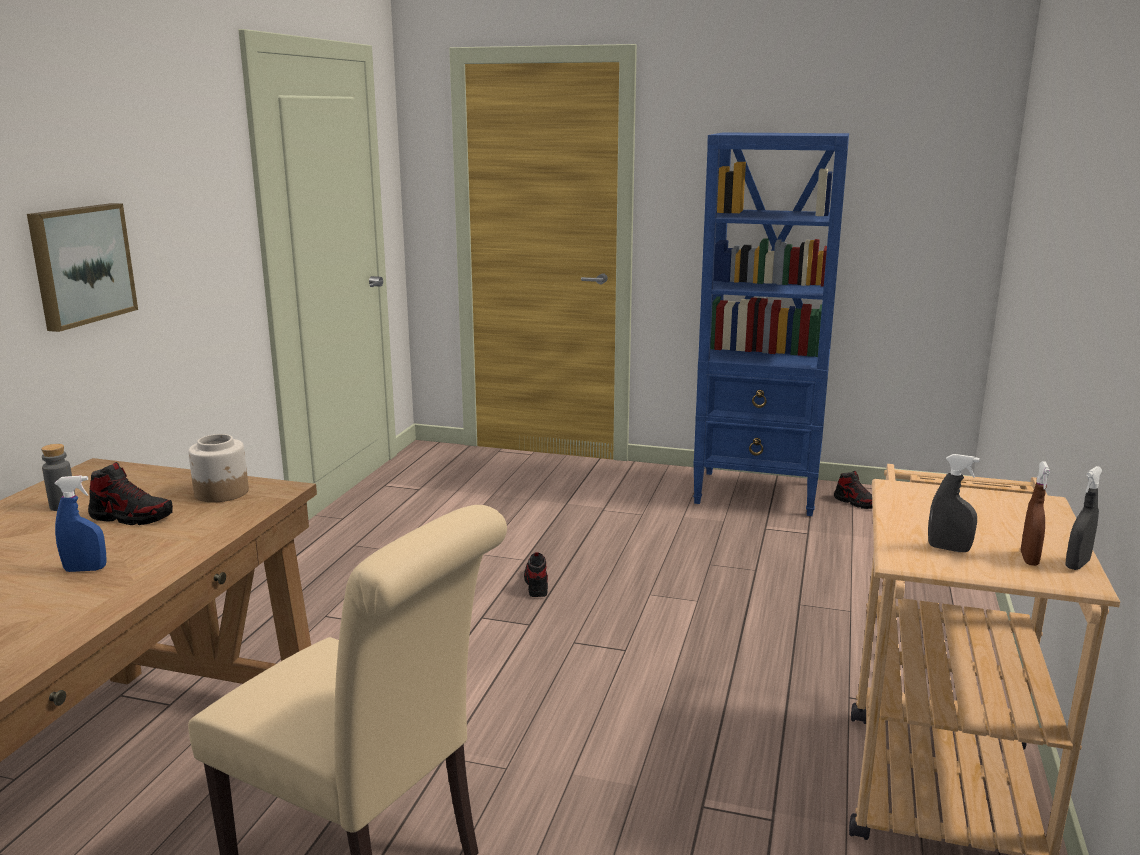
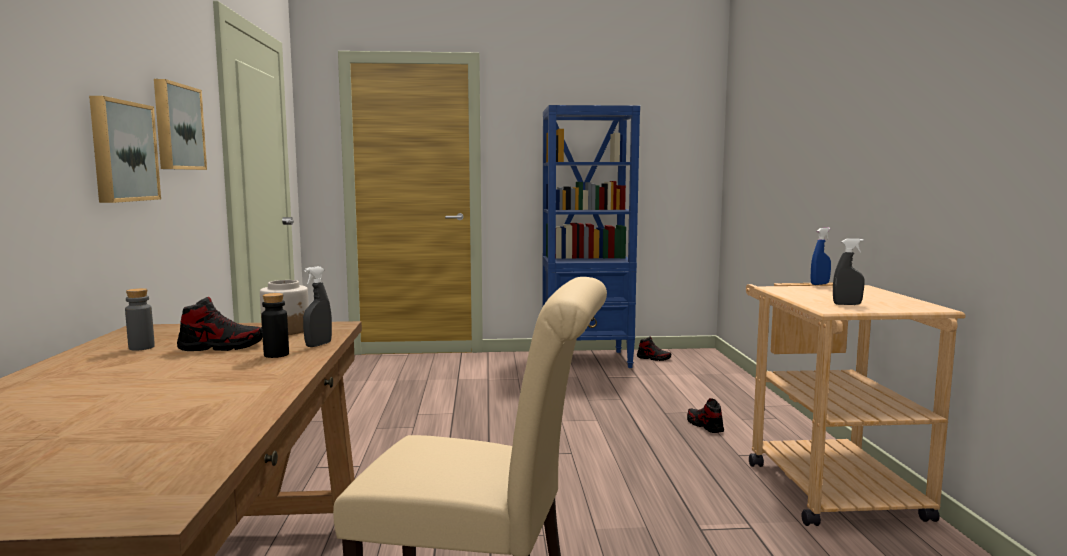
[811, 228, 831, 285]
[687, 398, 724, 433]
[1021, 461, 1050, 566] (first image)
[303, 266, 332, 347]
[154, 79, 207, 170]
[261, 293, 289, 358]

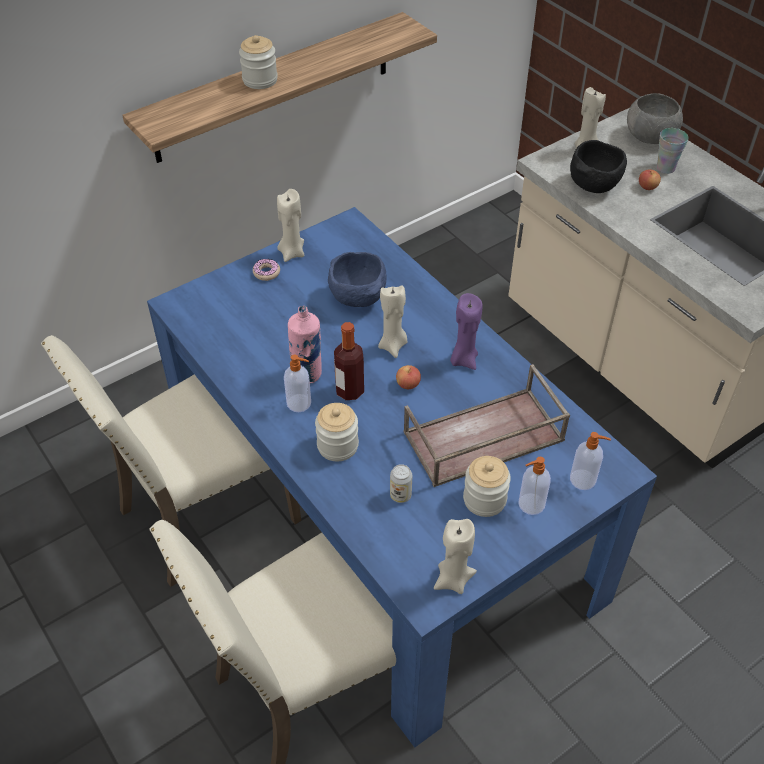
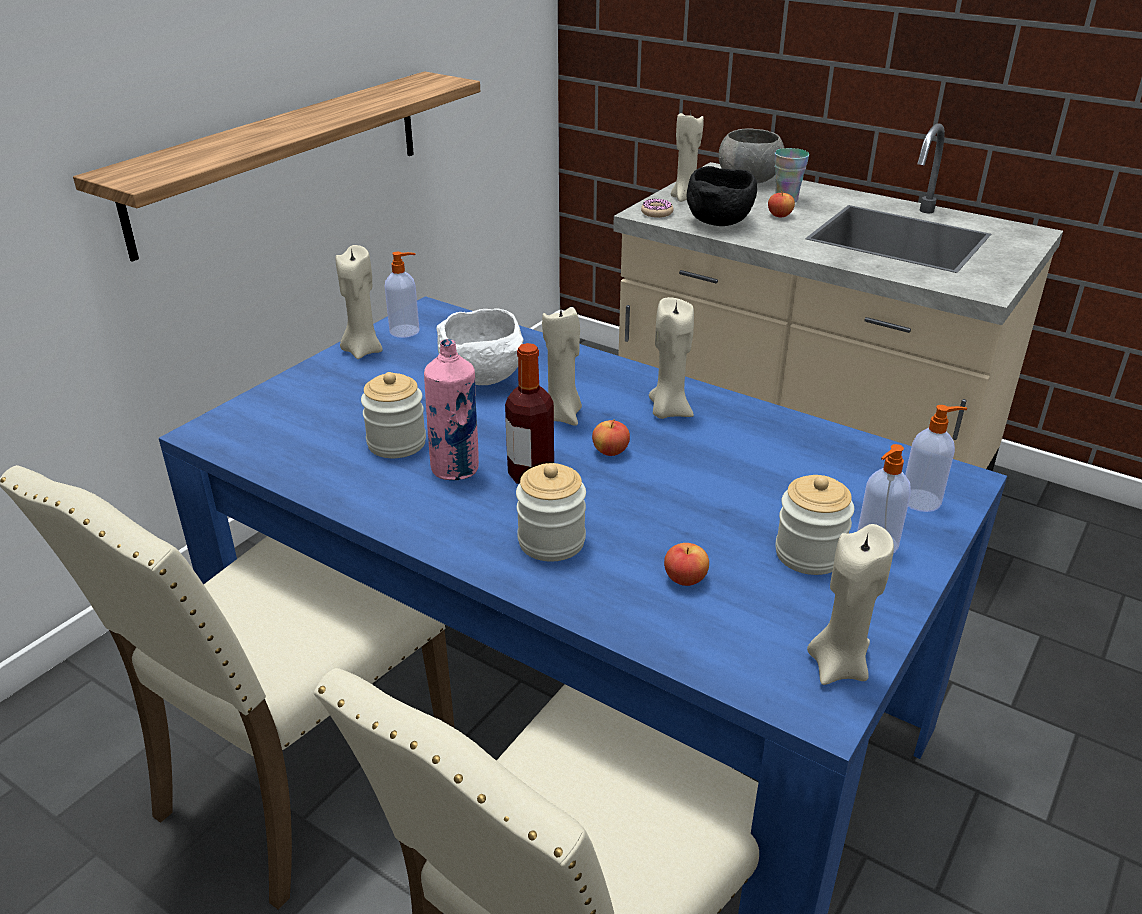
[361, 372, 426, 458]
[641, 198, 674, 218]
[385, 252, 420, 338]
[437, 309, 524, 385]
[664, 543, 709, 586]
[403, 364, 570, 487] (first image)
[649, 297, 694, 419]

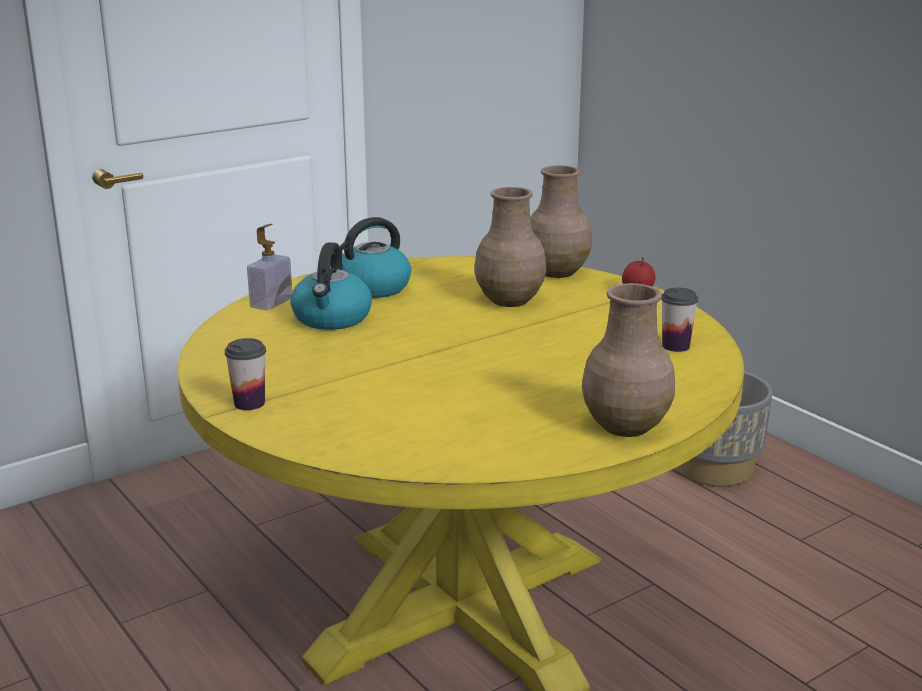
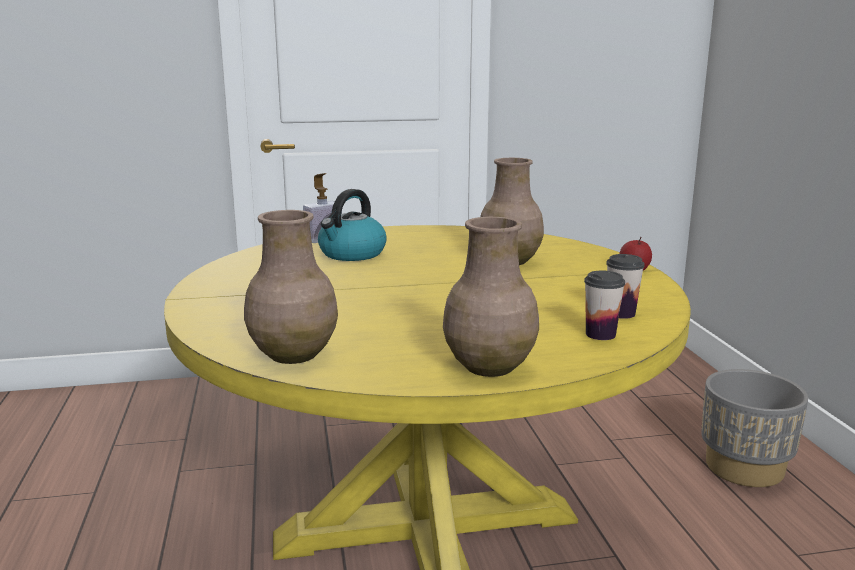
[584, 271, 625, 340]
[339, 217, 411, 298] (first image)
[244, 210, 338, 364]

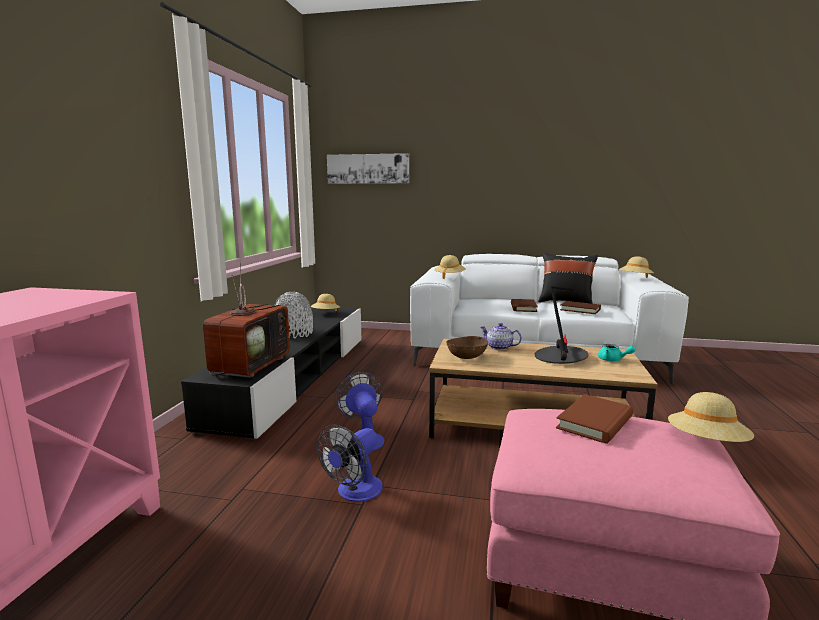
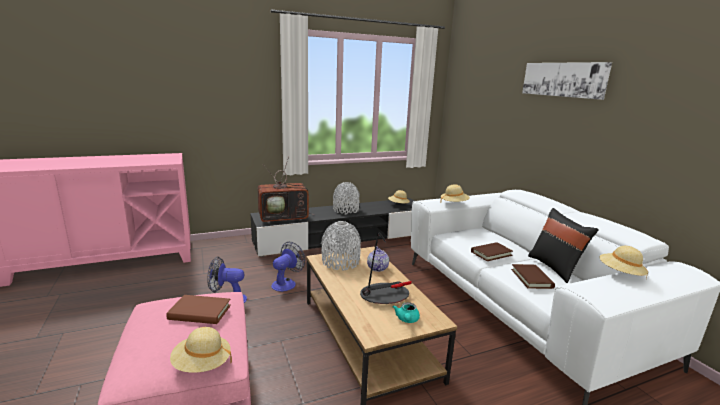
[522, 62, 612, 100]
[321, 221, 361, 271]

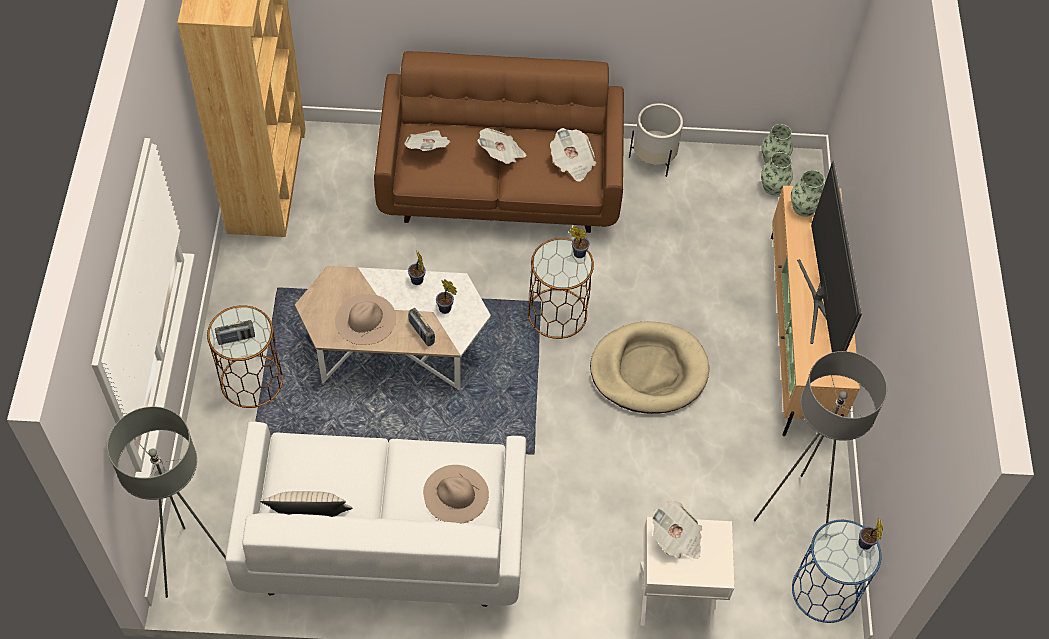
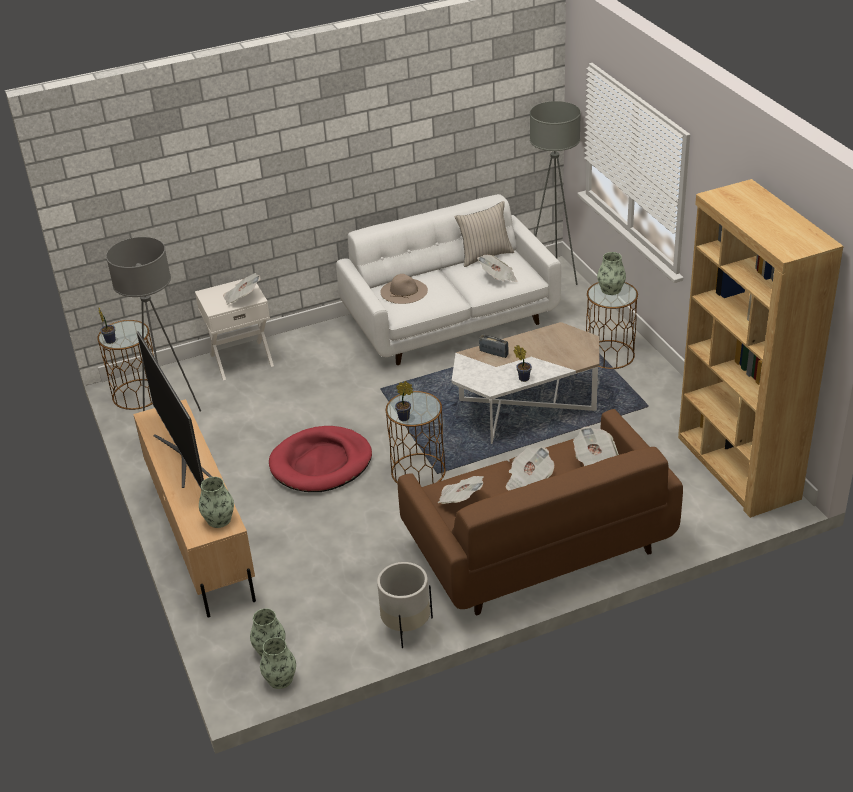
[597, 252, 626, 295]
[335, 294, 396, 345] (first image)
[436, 279, 457, 314] (first image)
[269, 426, 372, 492]
[97, 320, 154, 410]
[477, 255, 517, 282]

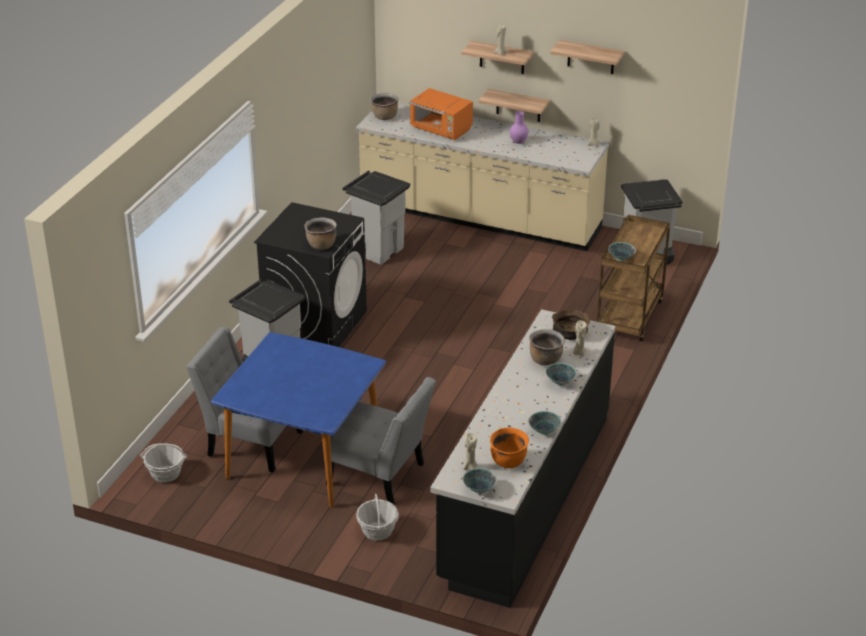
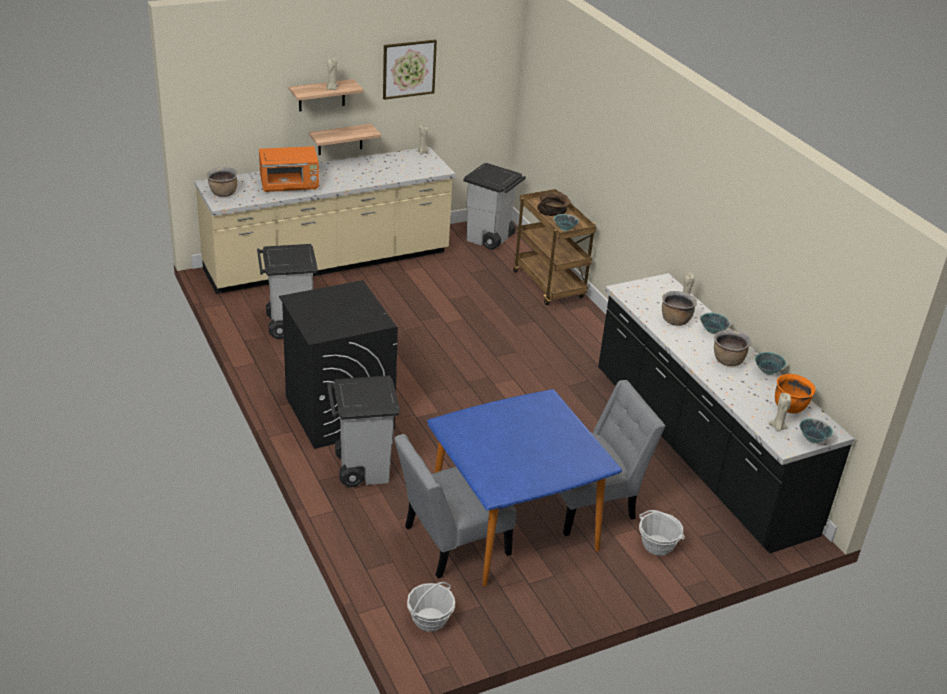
[714, 330, 751, 366]
[510, 111, 528, 144] (first image)
[383, 40, 437, 100]
[537, 192, 571, 216]

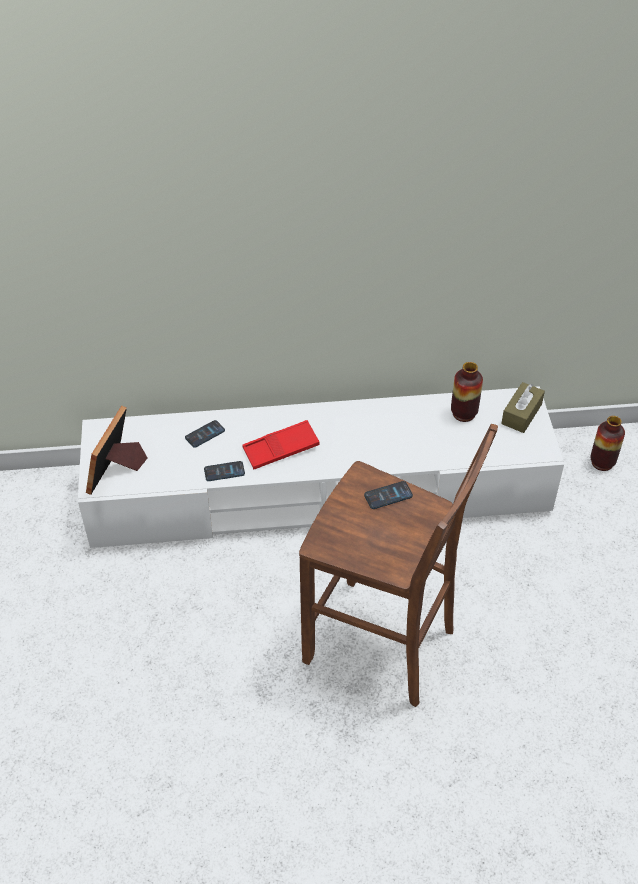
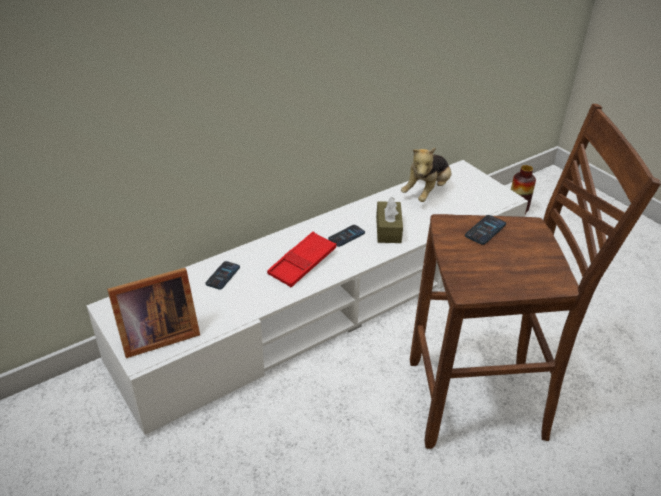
[107, 268, 200, 358]
[328, 225, 365, 247]
[401, 147, 451, 202]
[376, 196, 403, 243]

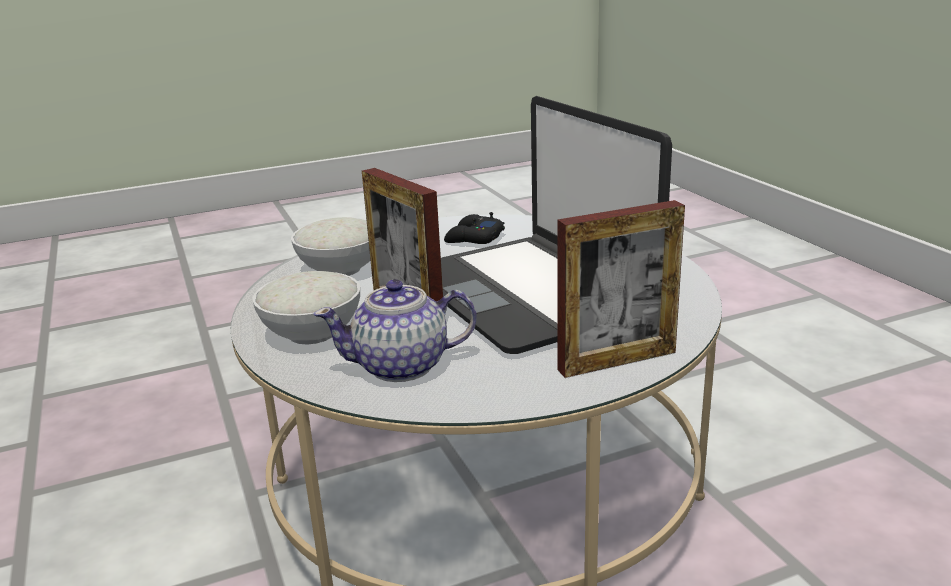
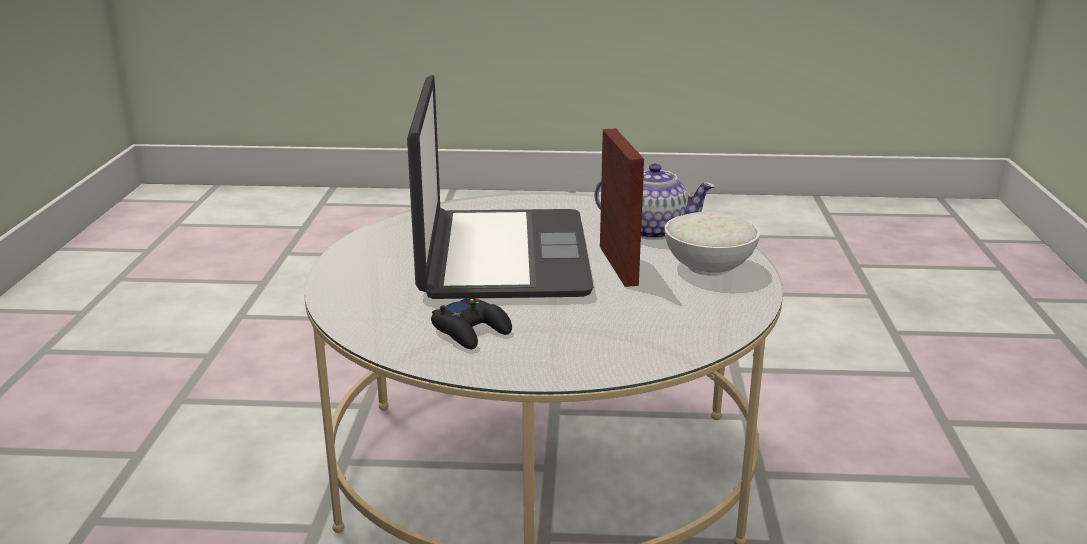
[291, 217, 370, 276] (first image)
[557, 200, 685, 378] (first image)

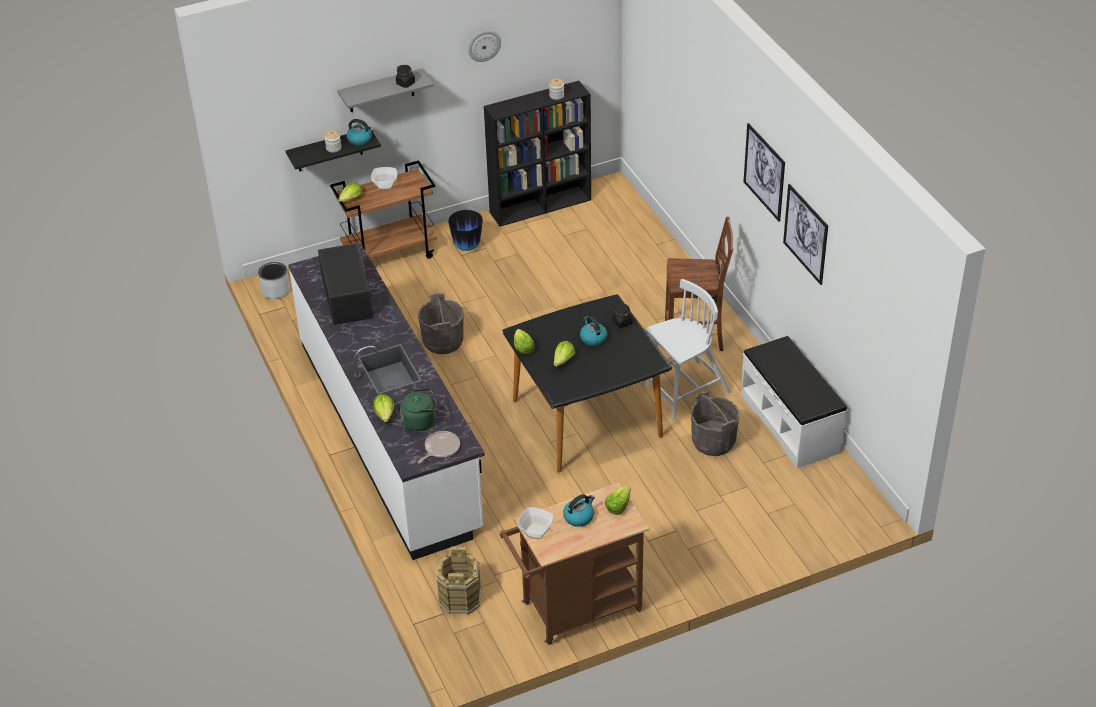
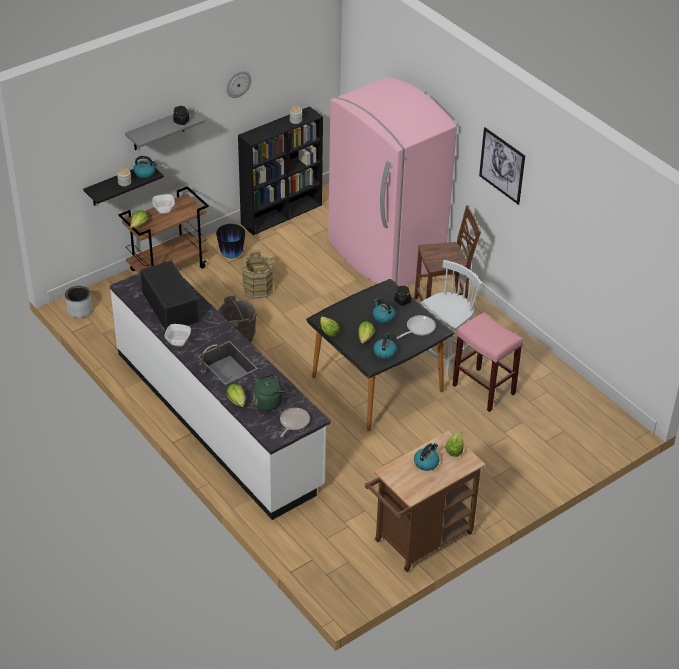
[241, 250, 273, 299]
[165, 324, 191, 347]
[452, 312, 523, 412]
[741, 336, 847, 468] (first image)
[783, 184, 828, 285] (first image)
[328, 77, 457, 286]
[373, 333, 397, 359]
[396, 315, 436, 339]

